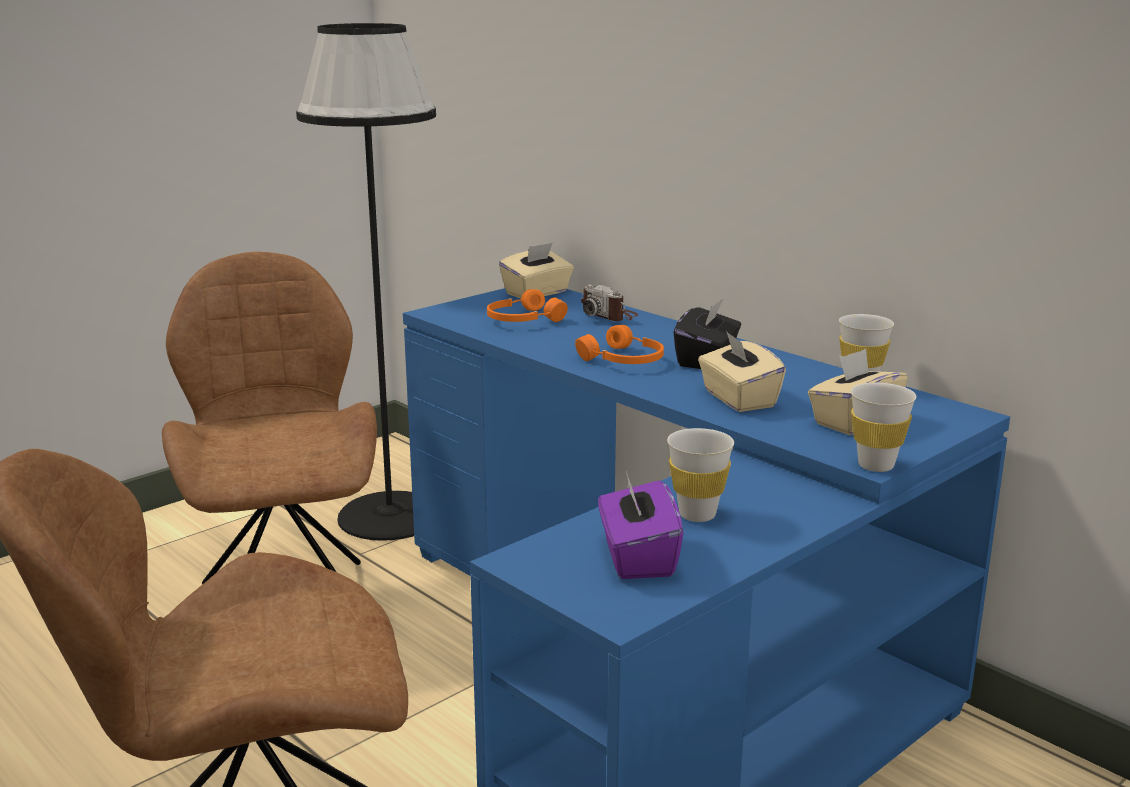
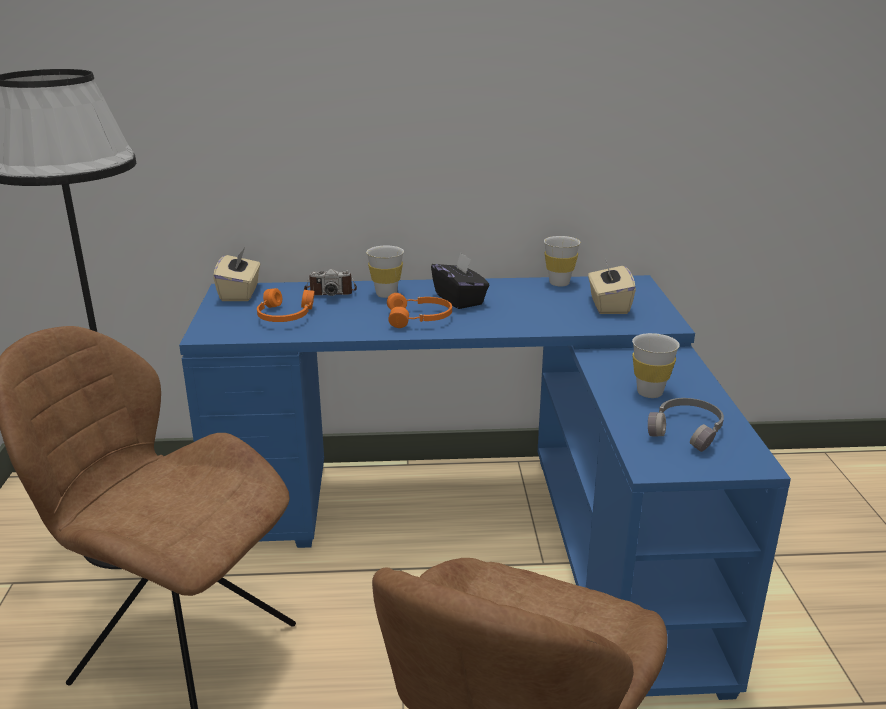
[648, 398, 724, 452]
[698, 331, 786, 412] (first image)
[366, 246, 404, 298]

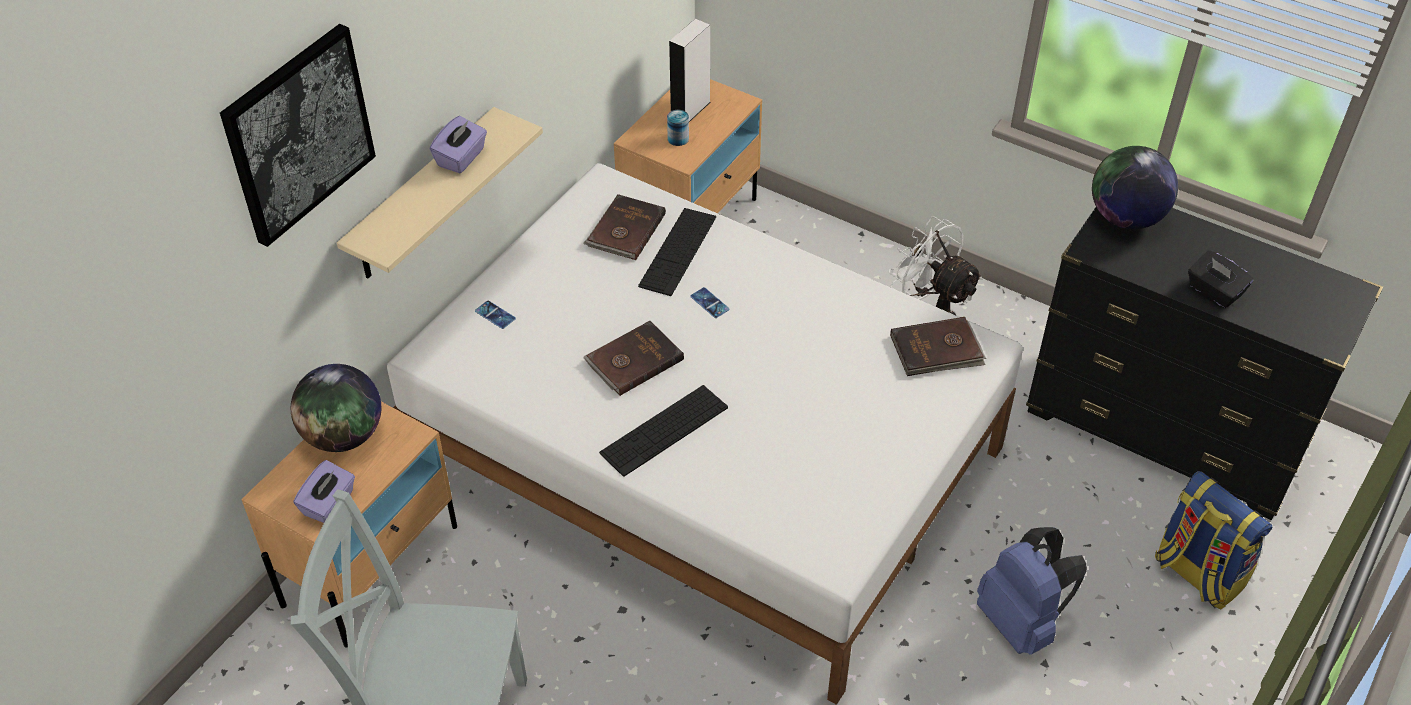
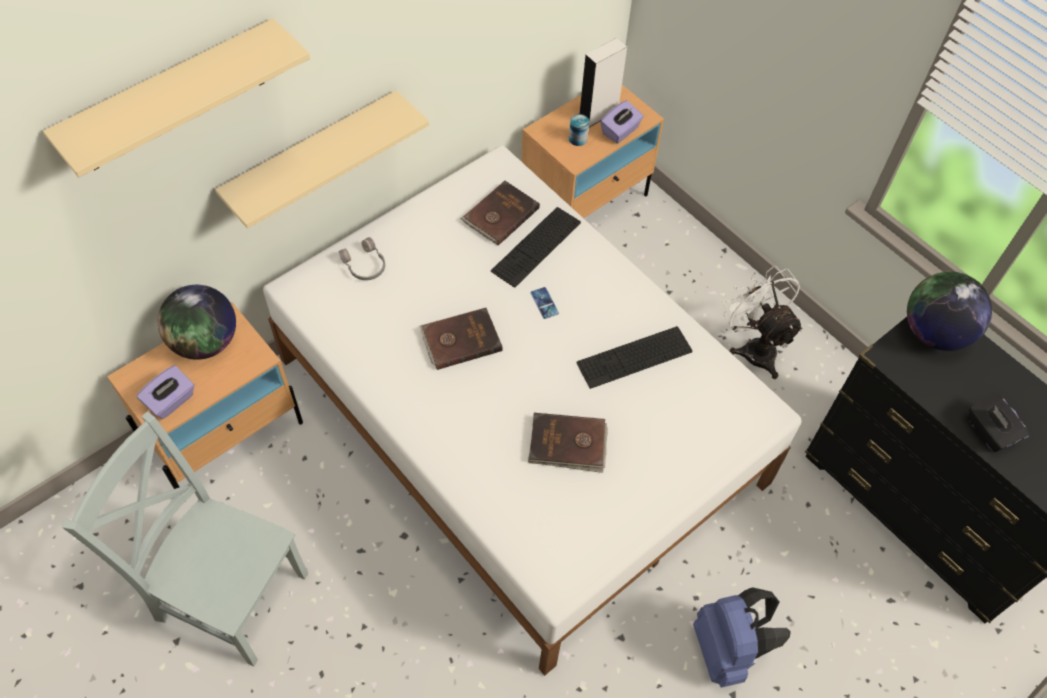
[43, 18, 310, 177]
[600, 100, 644, 143]
[339, 237, 385, 280]
[576, 326, 693, 389]
[528, 413, 608, 473]
[1155, 471, 1272, 609] (first image)

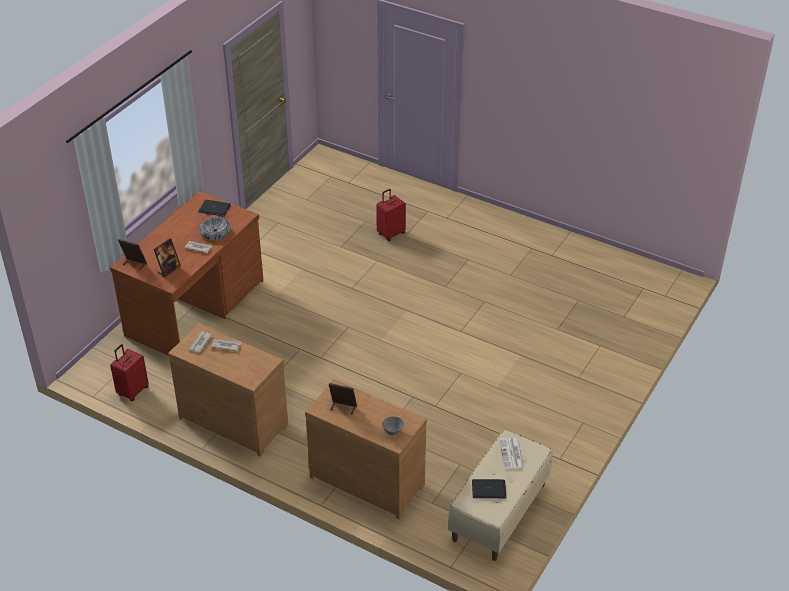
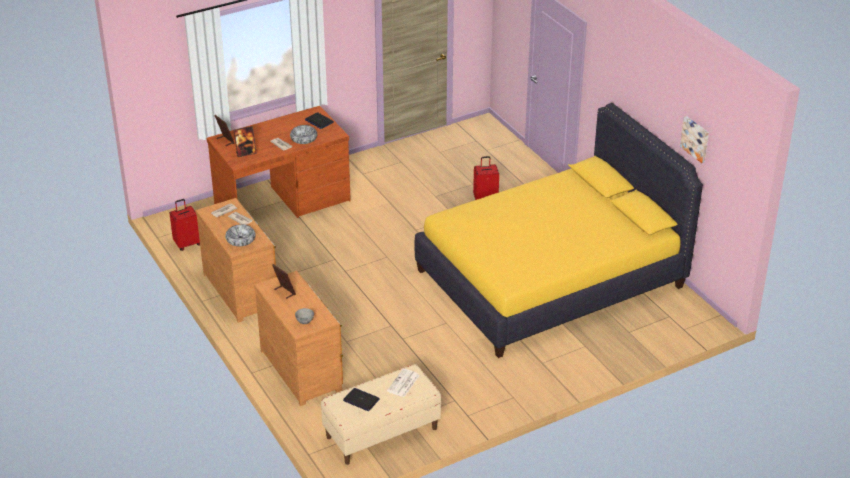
[225, 224, 256, 246]
[415, 103, 703, 358]
[680, 116, 709, 163]

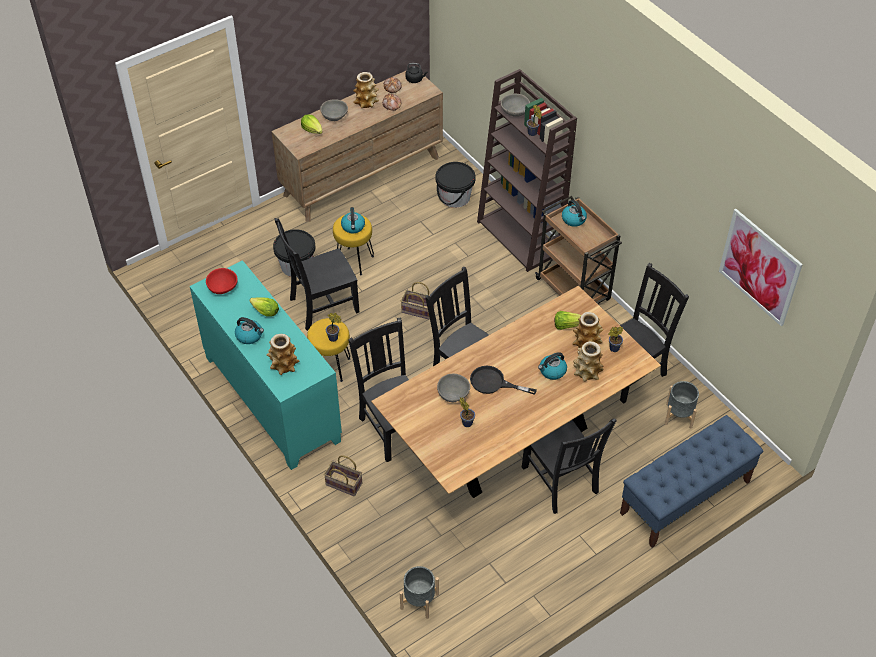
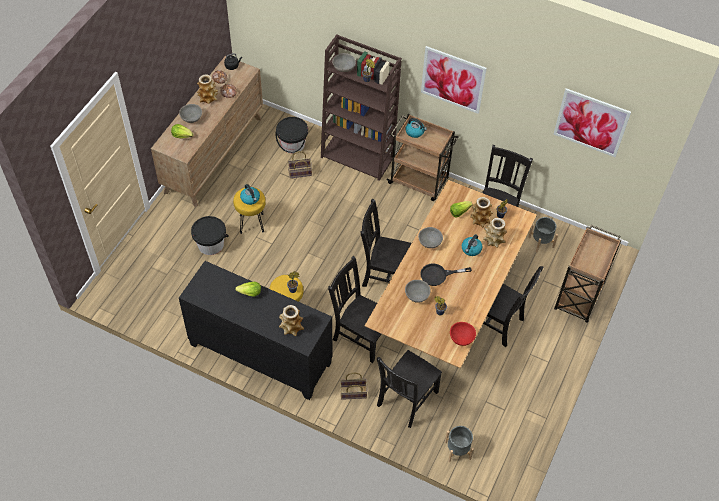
[179, 261, 332, 400]
[450, 322, 476, 346]
[235, 317, 264, 344] (first image)
[377, 350, 442, 428]
[287, 151, 312, 178]
[554, 225, 621, 323]
[418, 227, 443, 248]
[421, 46, 487, 114]

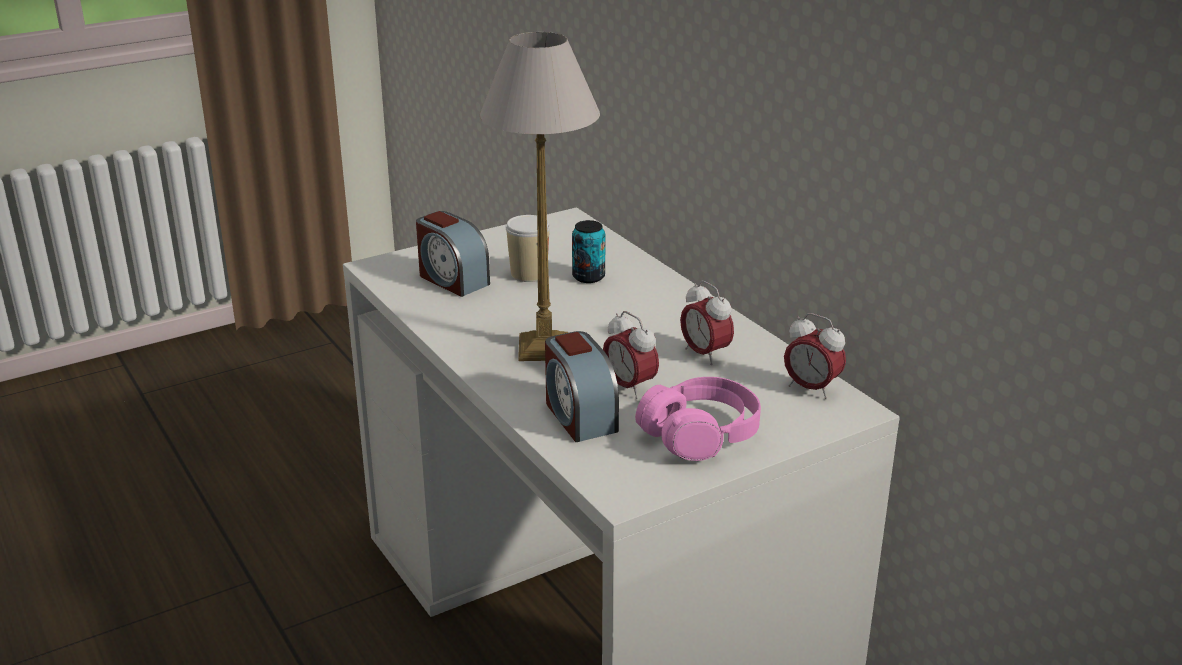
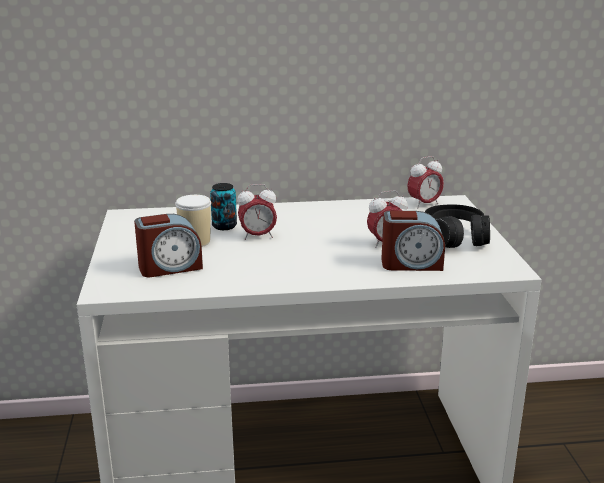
[480, 32, 600, 361] (first image)
[425, 205, 490, 248]
[237, 184, 277, 240]

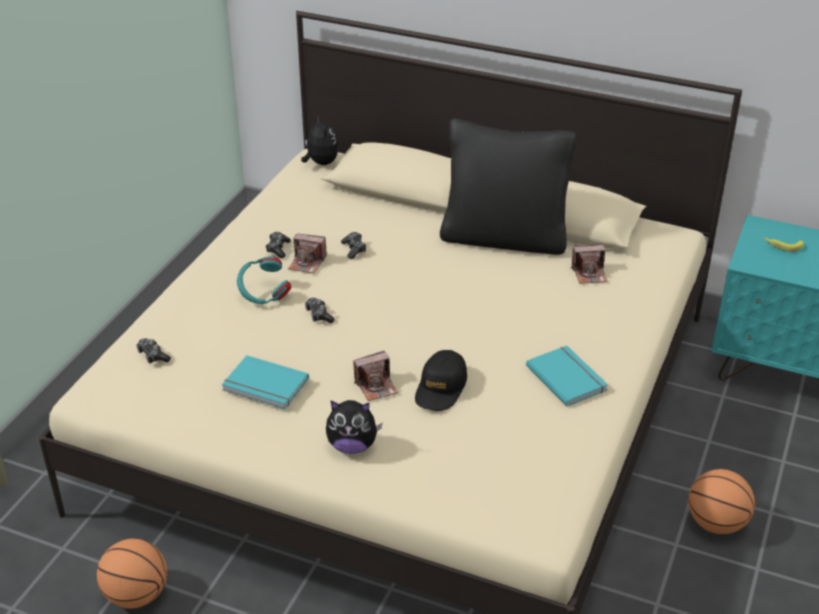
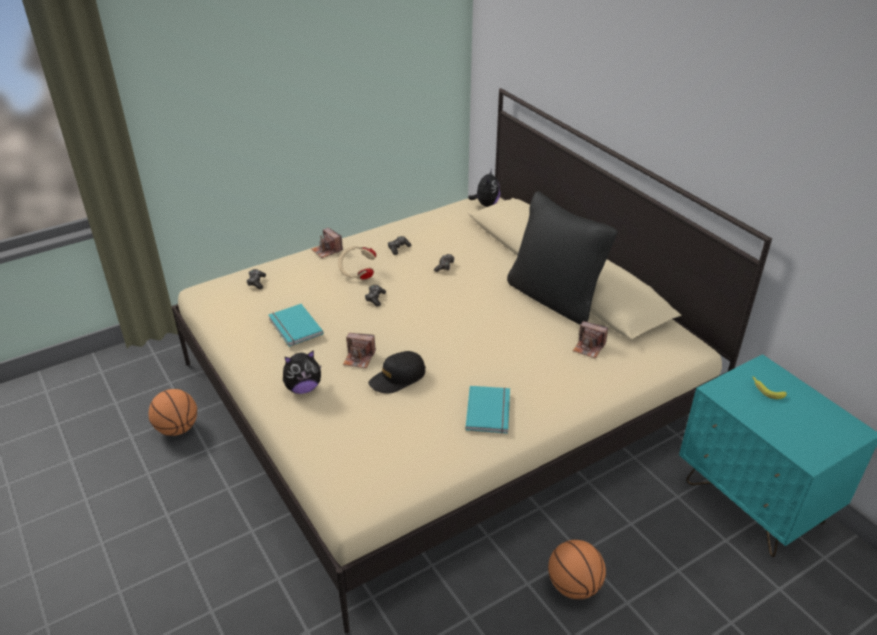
[338, 246, 376, 279]
[311, 228, 343, 258]
[283, 350, 321, 394]

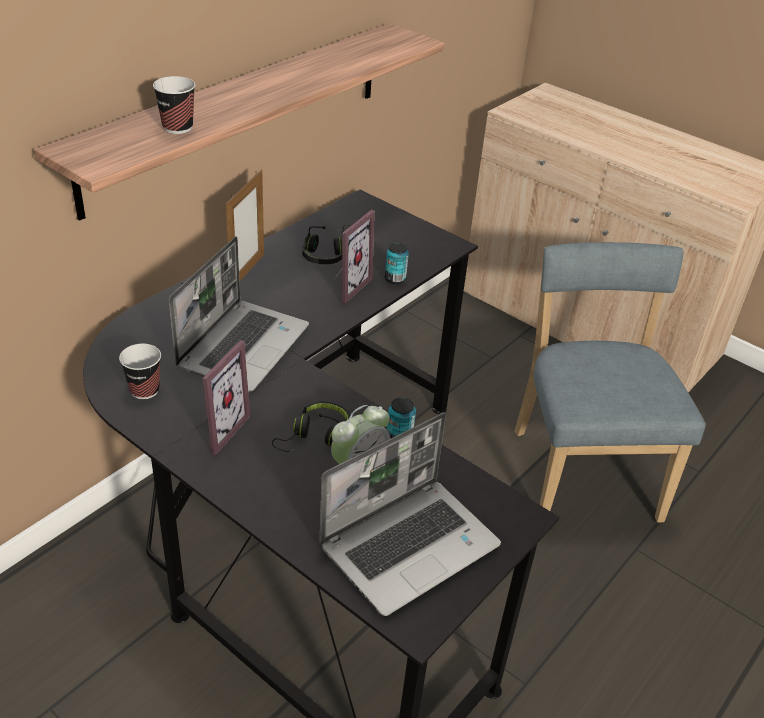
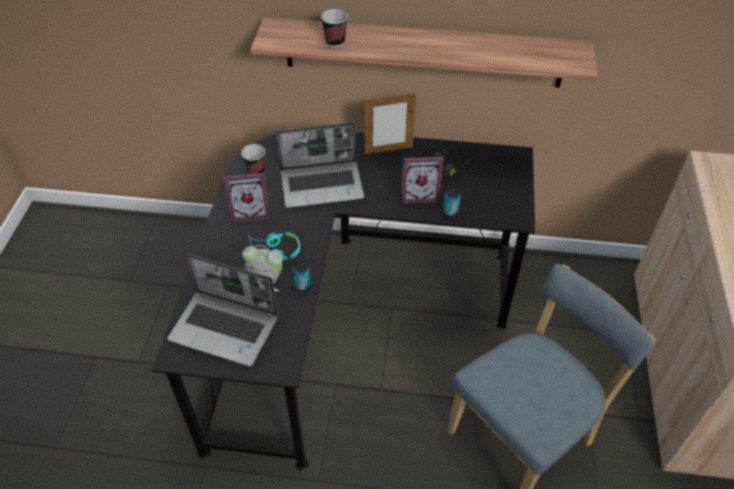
[249, 232, 300, 261]

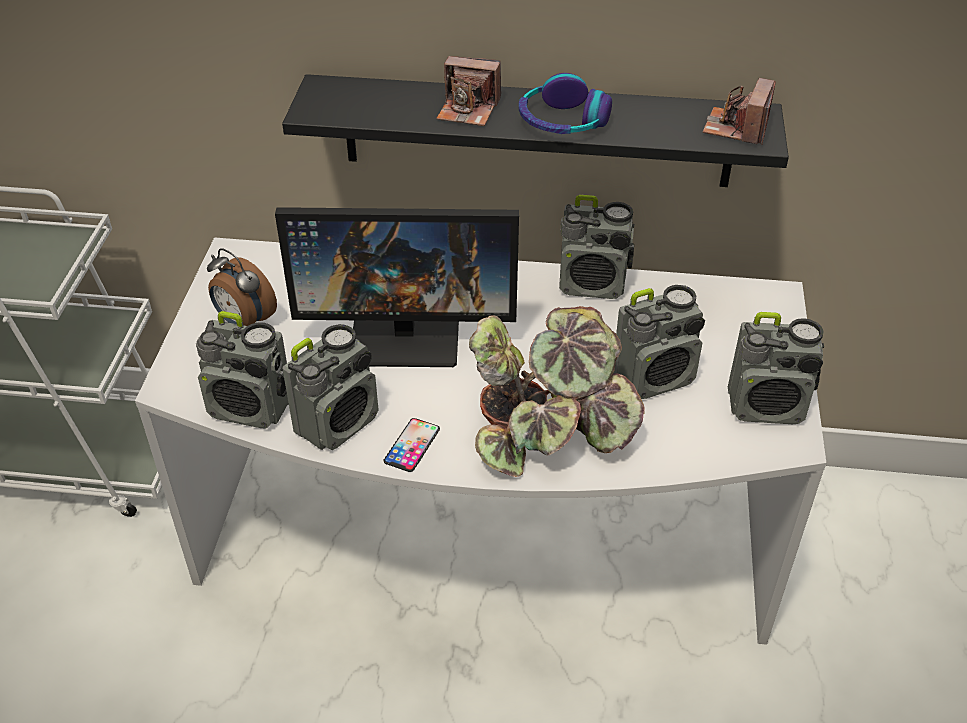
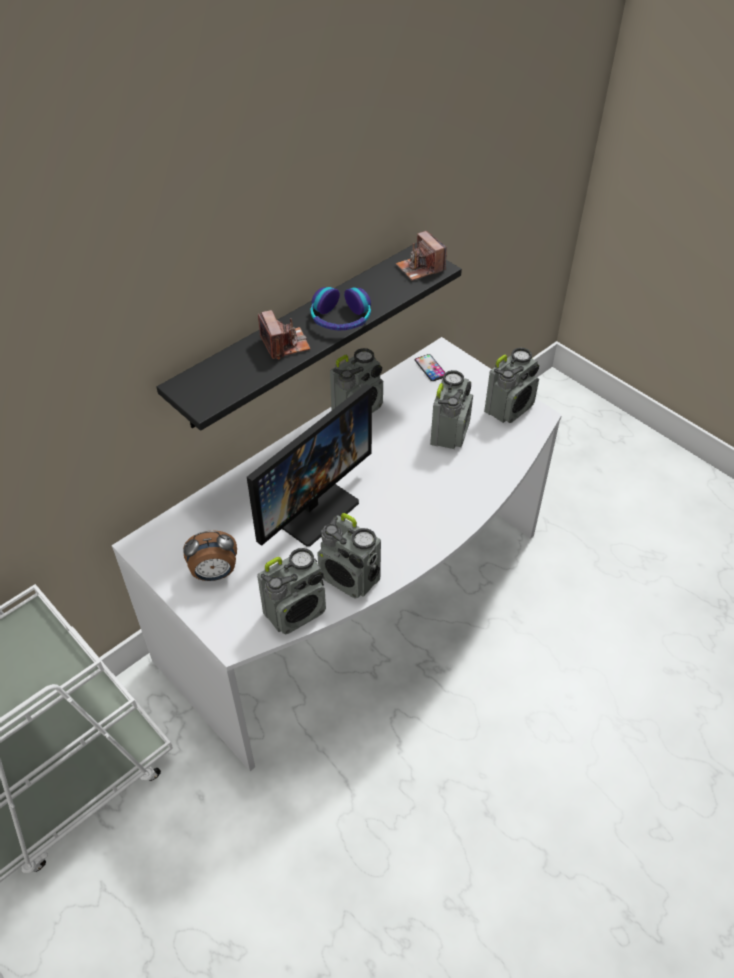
[317, 513, 381, 599]
[415, 354, 445, 381]
[258, 310, 310, 359]
[469, 306, 645, 477] (first image)

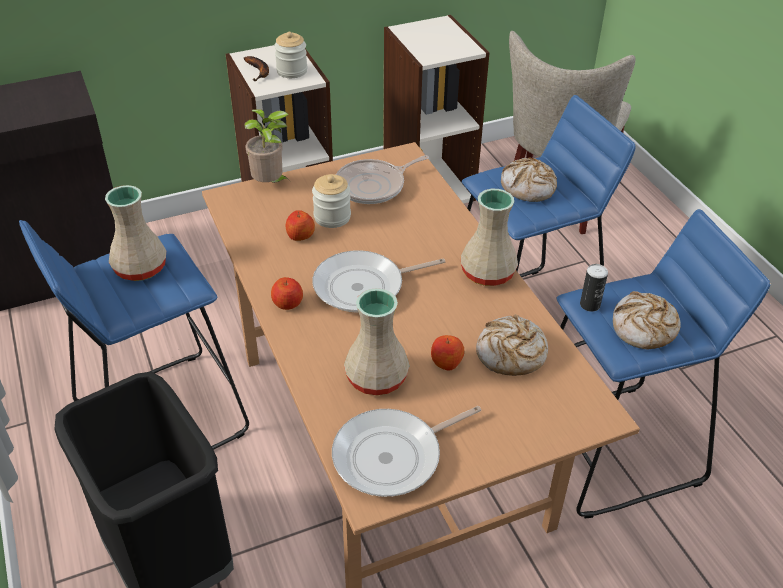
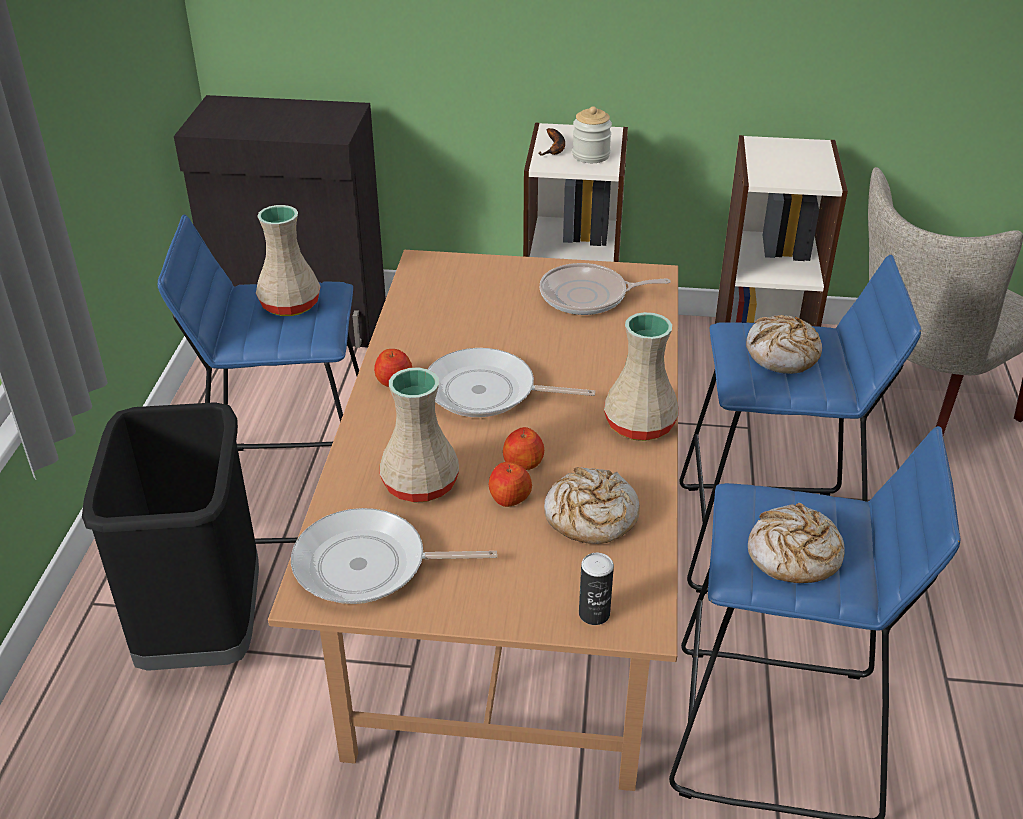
[244, 109, 290, 183] (first image)
[503, 427, 544, 470]
[312, 174, 351, 228] (first image)
[579, 553, 614, 625]

